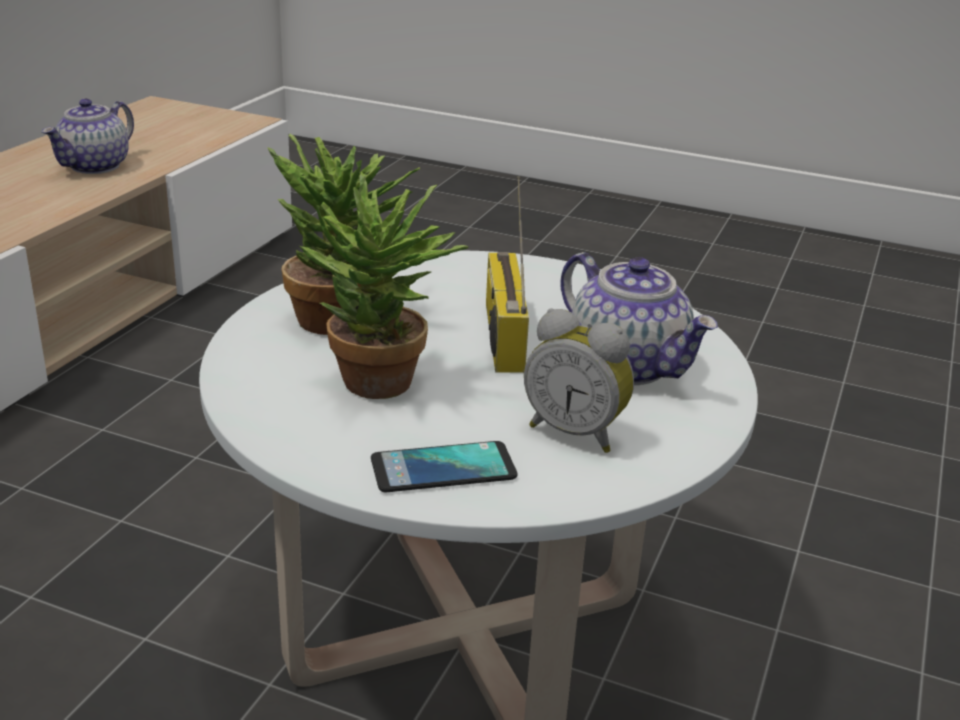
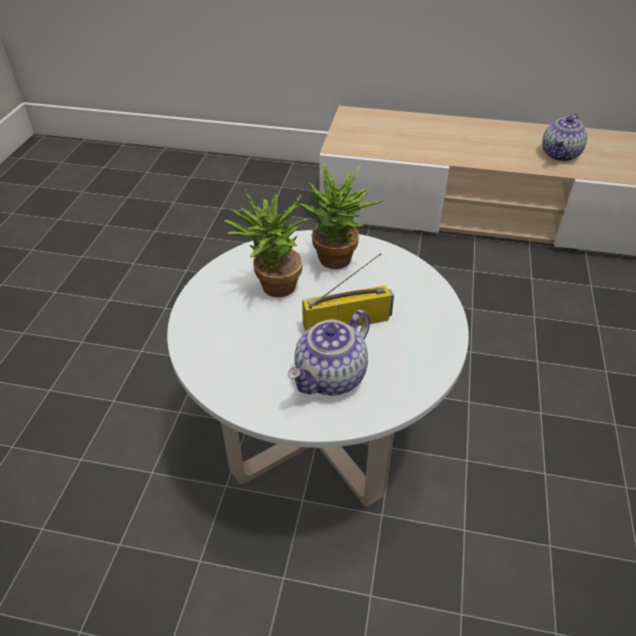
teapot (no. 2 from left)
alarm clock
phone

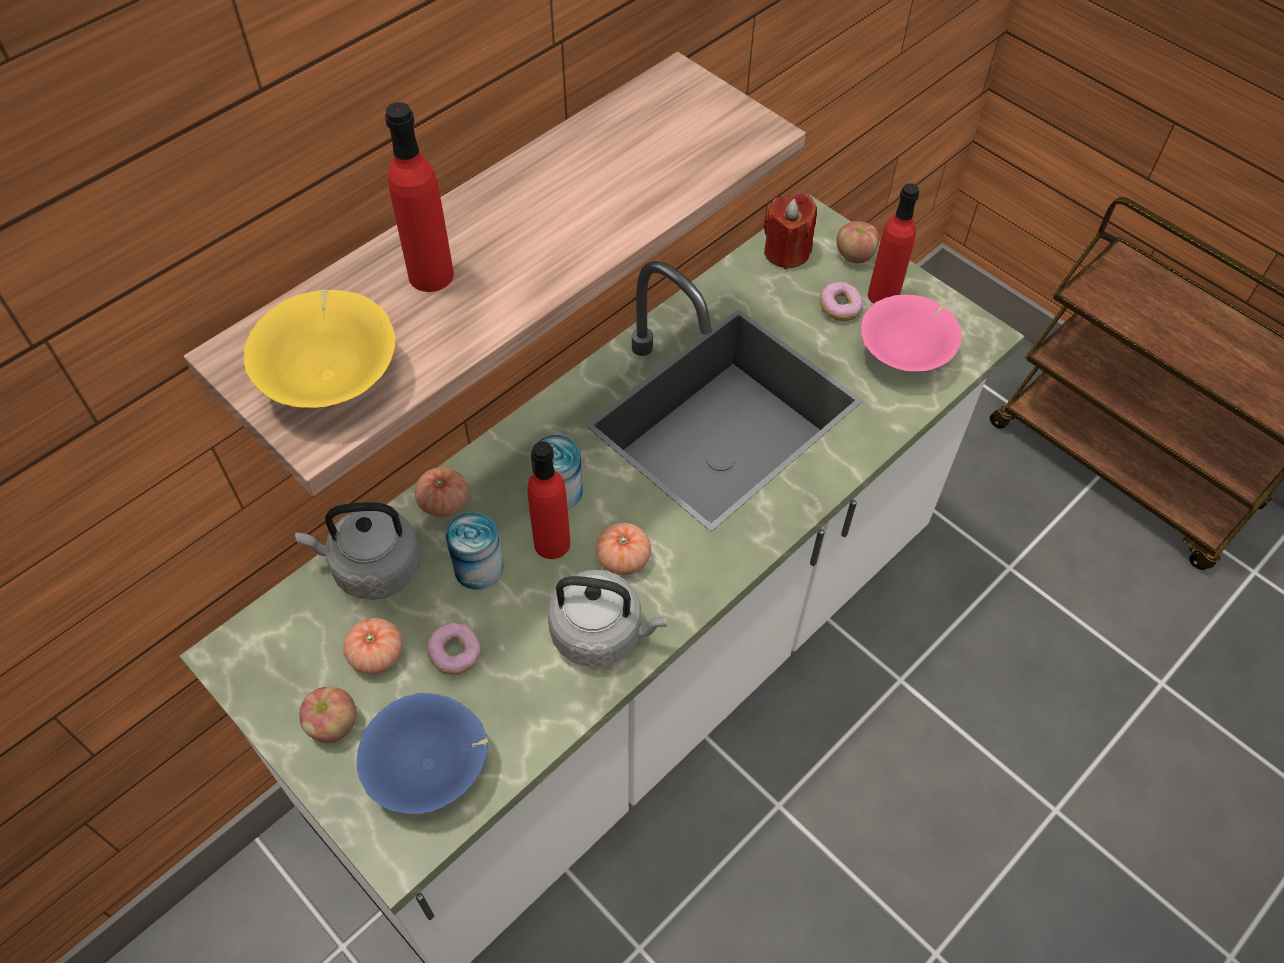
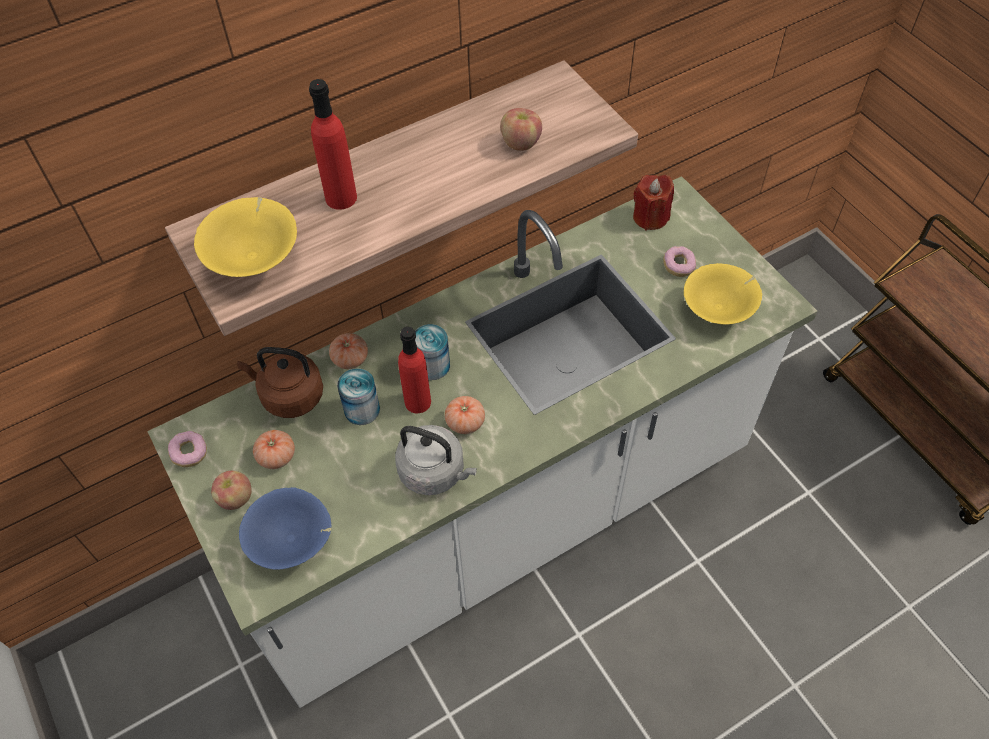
red bottle (no. 3 from left in the first image)
apple (no. 2 from left)
yellow bowl (no. 2 from left)
brown kettle
donut (no. 1 from left)

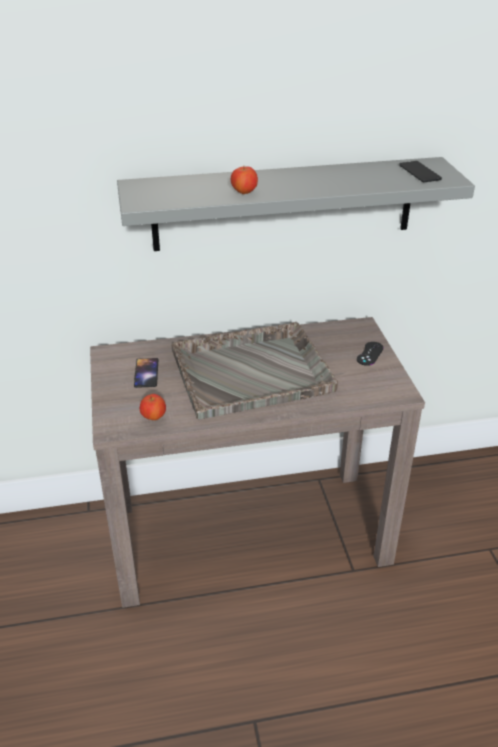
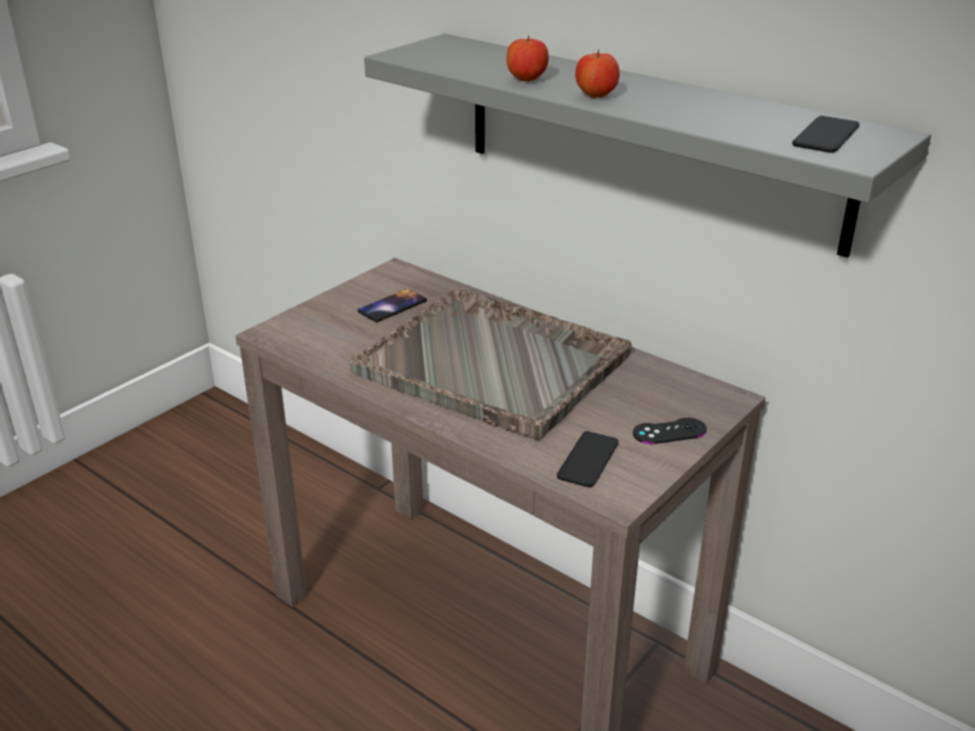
apple (no. 2 from left)
phone (no. 2 from left)

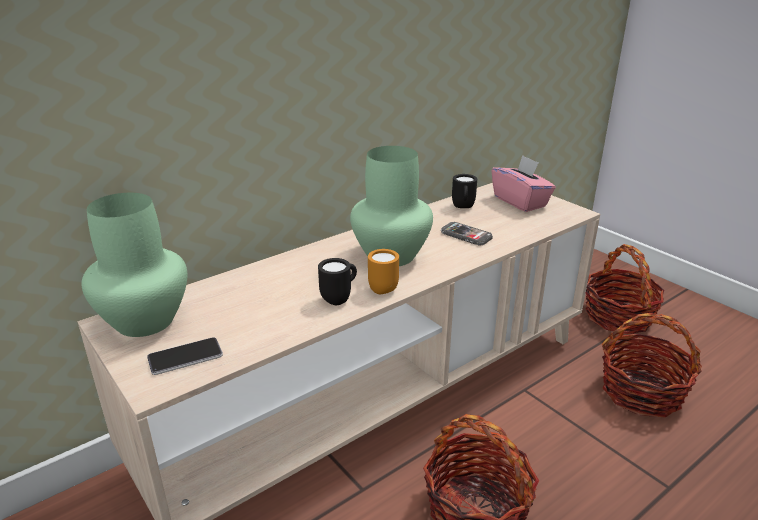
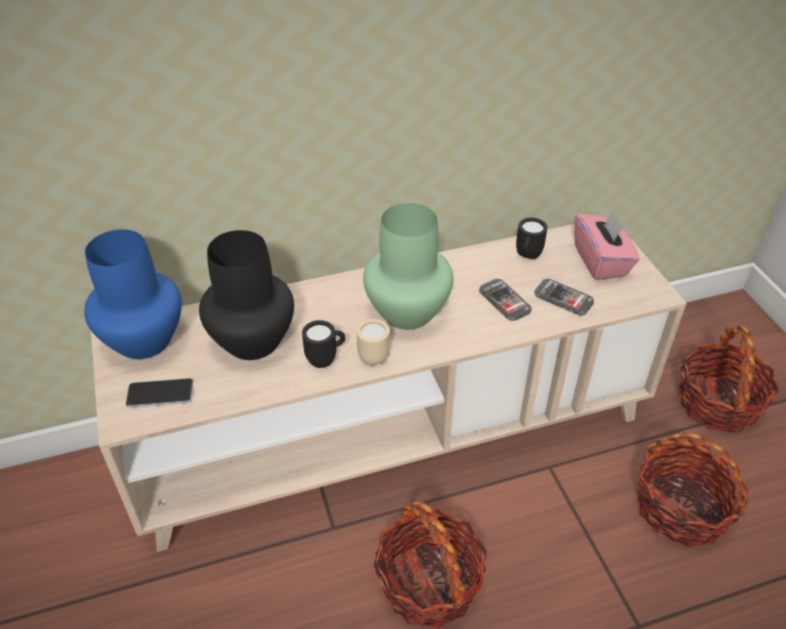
blue vase
beige mug
black vase
phone (no. 3 from left)

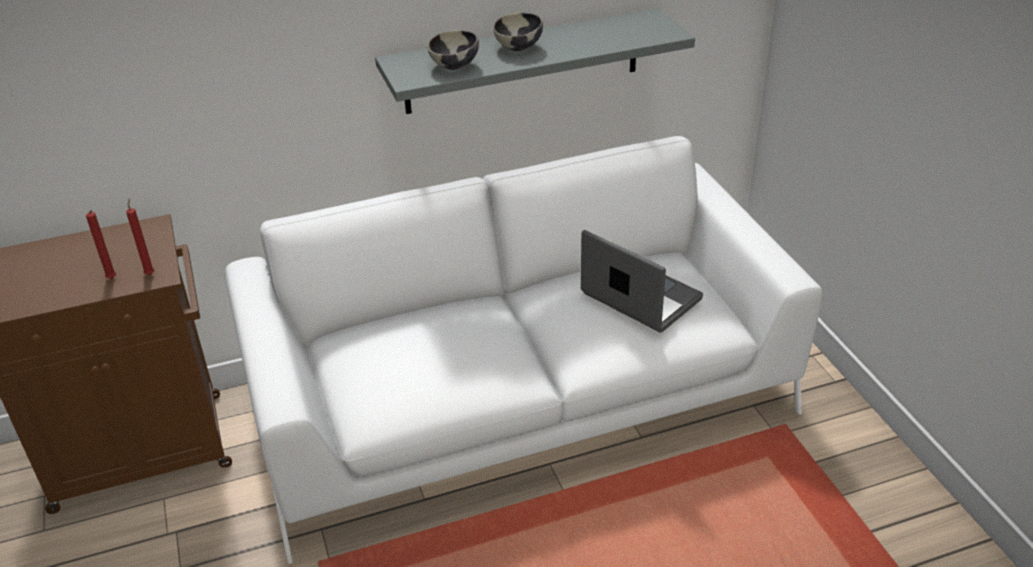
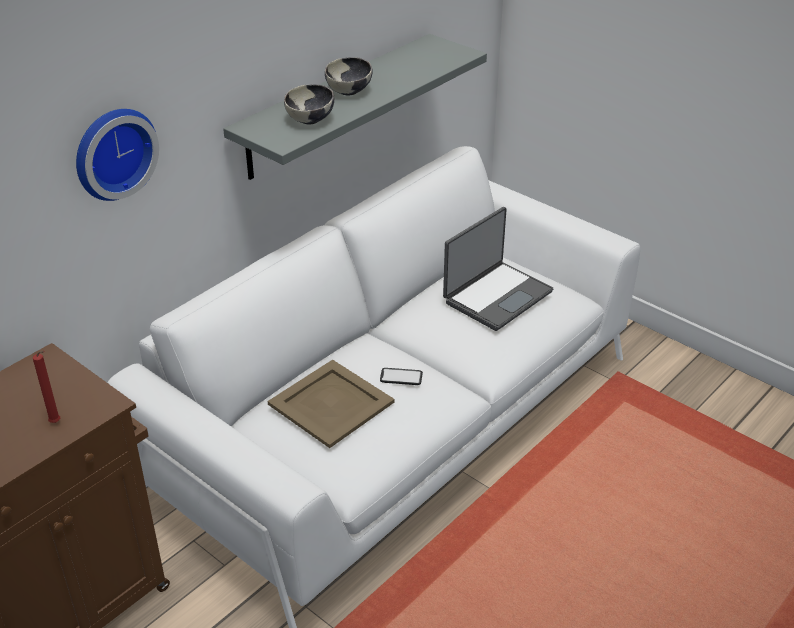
red candle (no. 2 from left in the first image)
laptop
wall clock
beige tray
phone

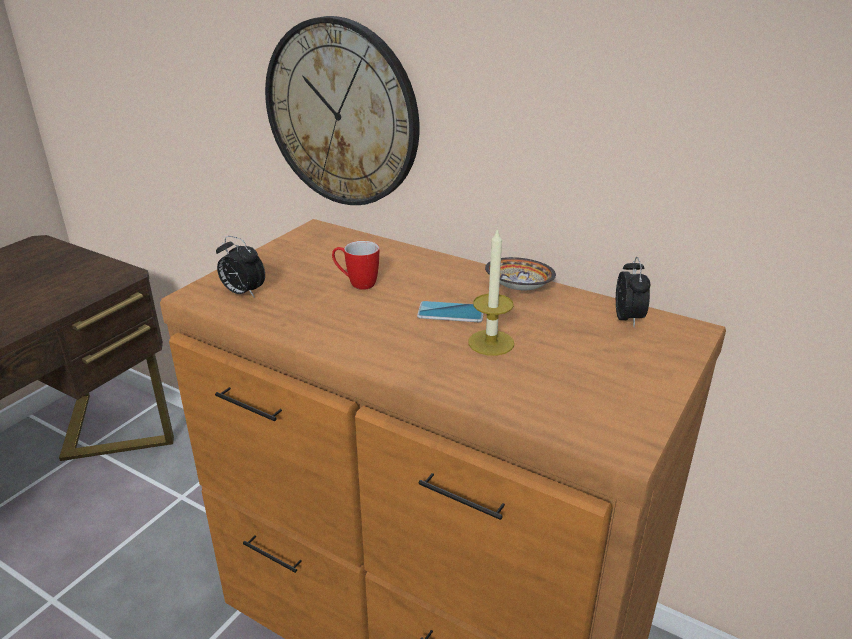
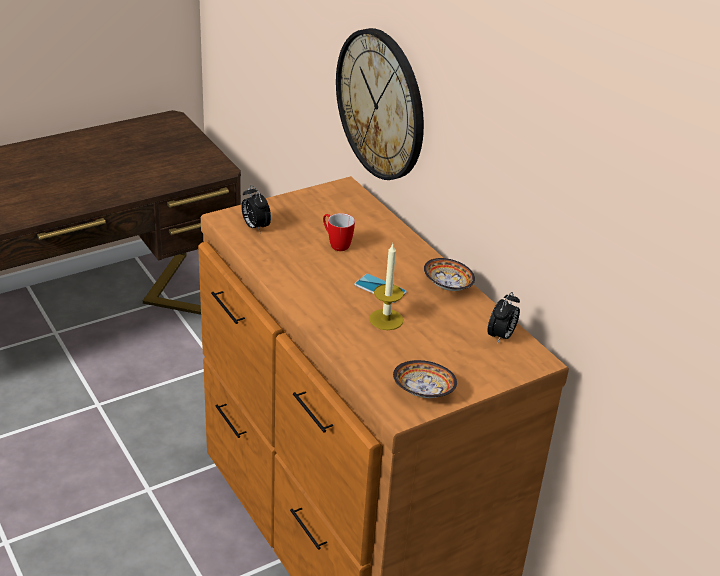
bowl (no. 1 from left)

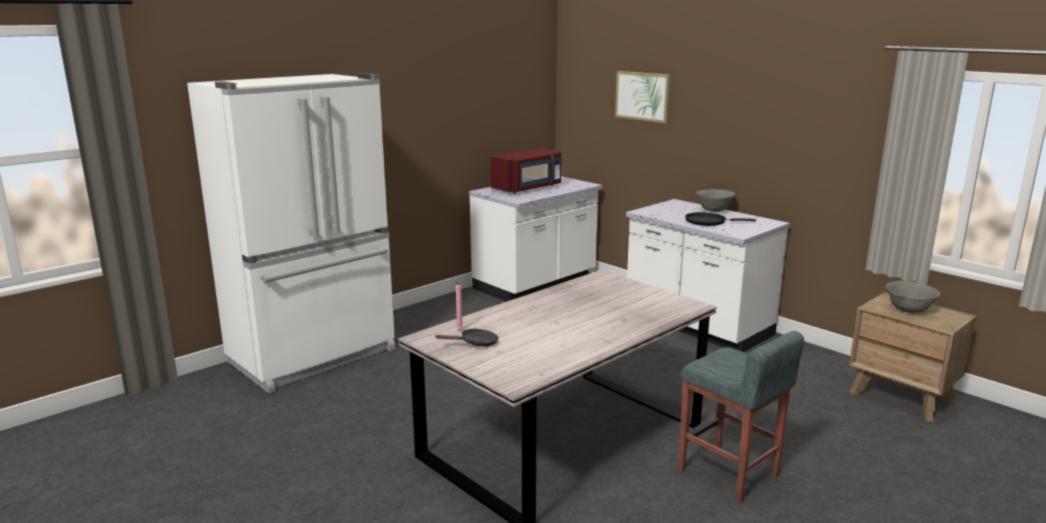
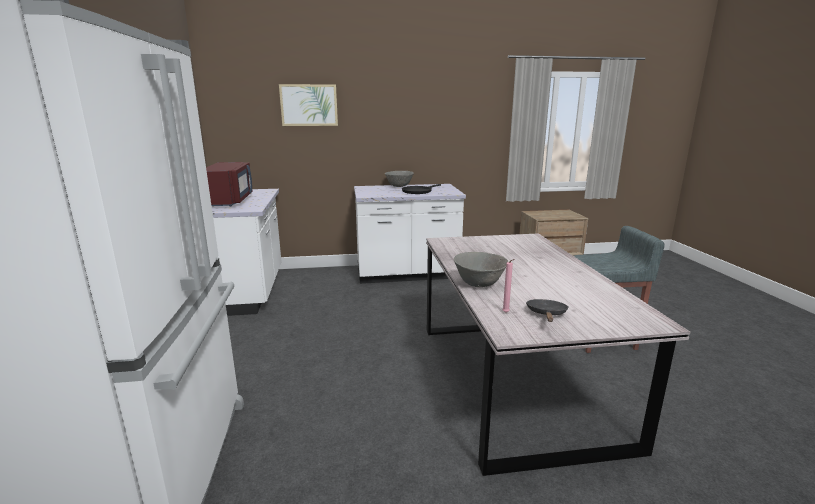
grey bowl (no. 2 from left)

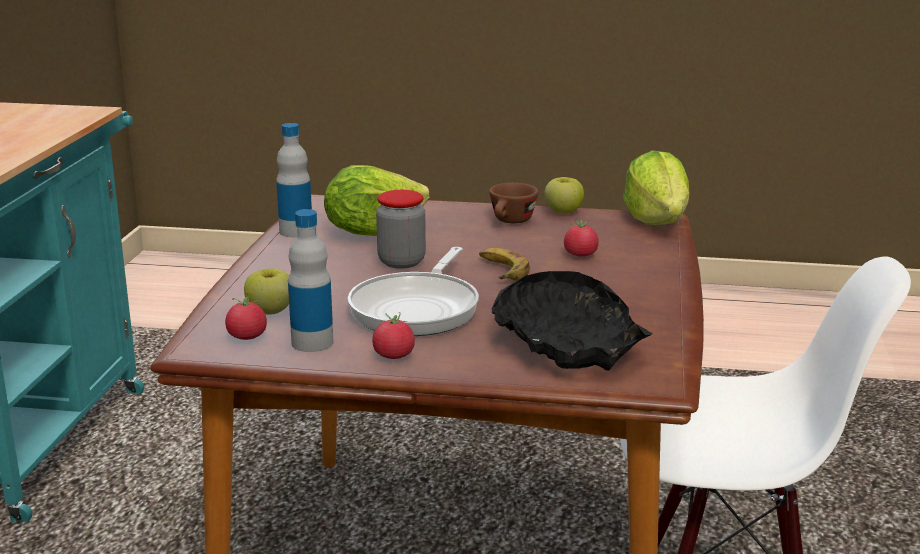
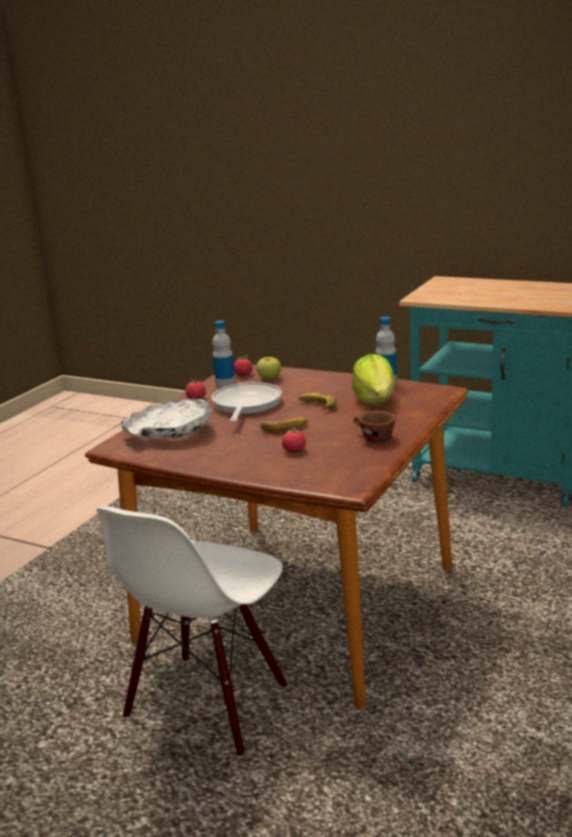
lettuce (no. 2 from left in the first image)
apple (no. 2 from left in the first image)
banana (no. 2 from left)
frying pan
white bowl

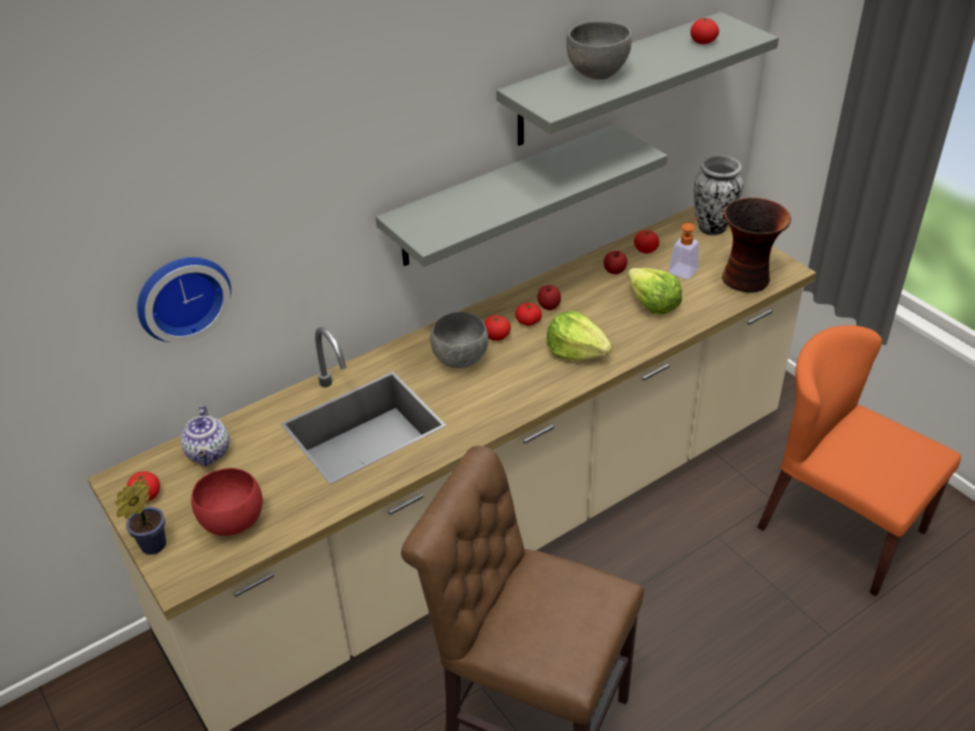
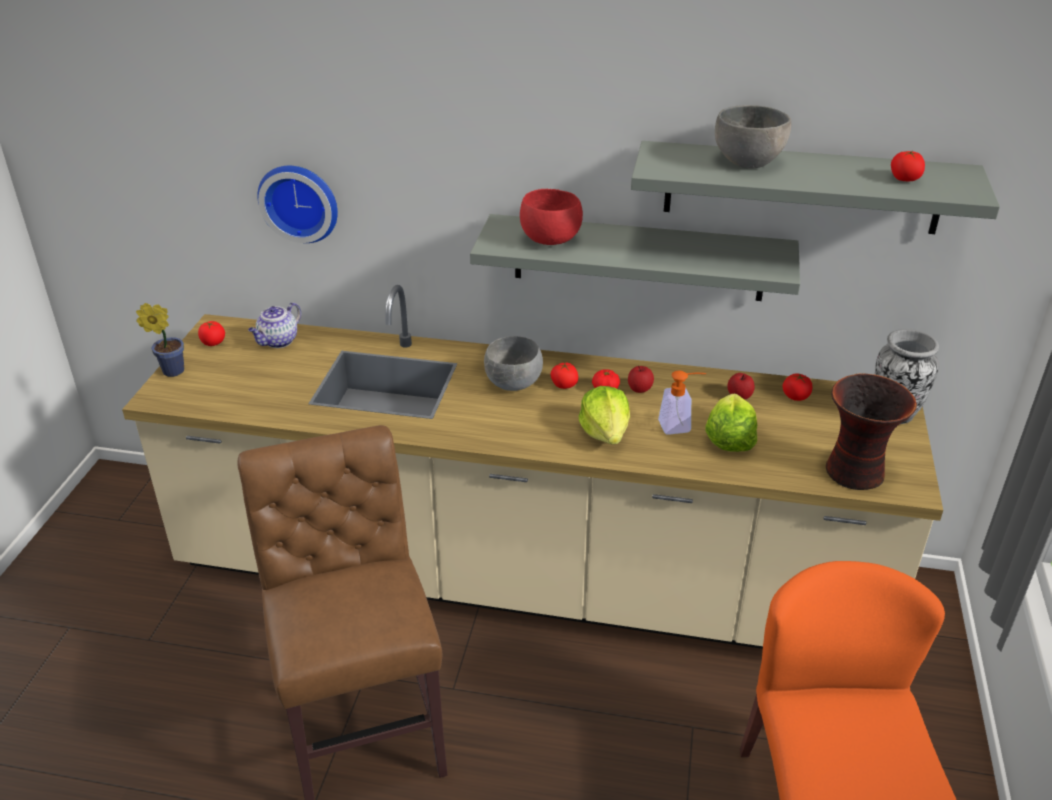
soap dispenser
red bowl

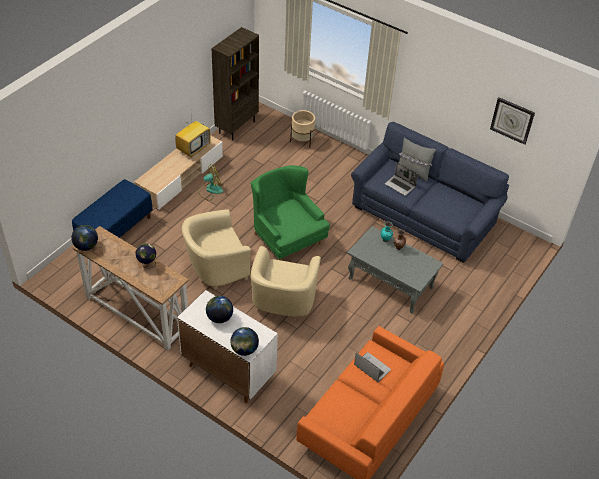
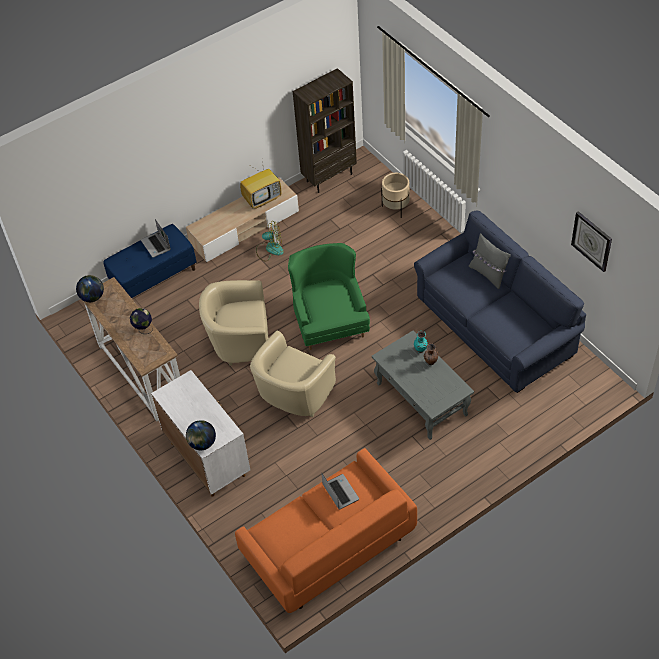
laptop (no. 1 from left)
globe (no. 3 from left in the first image)

